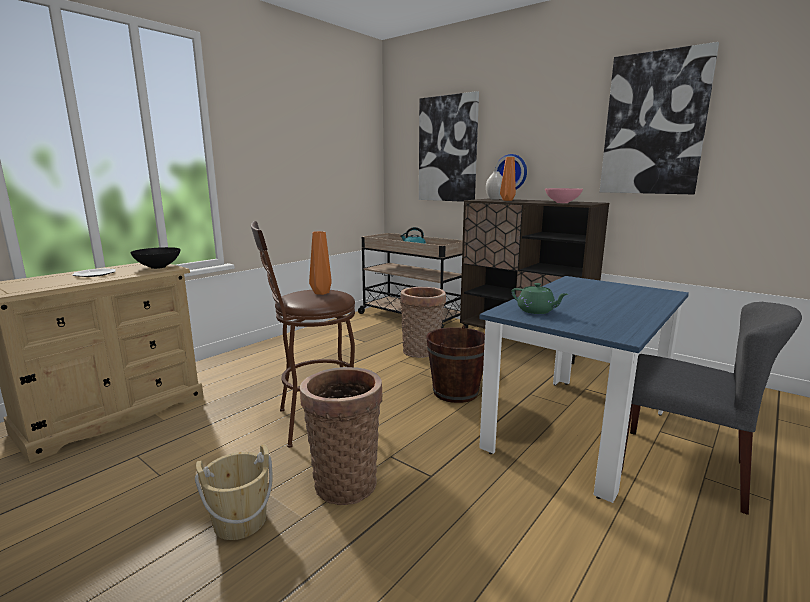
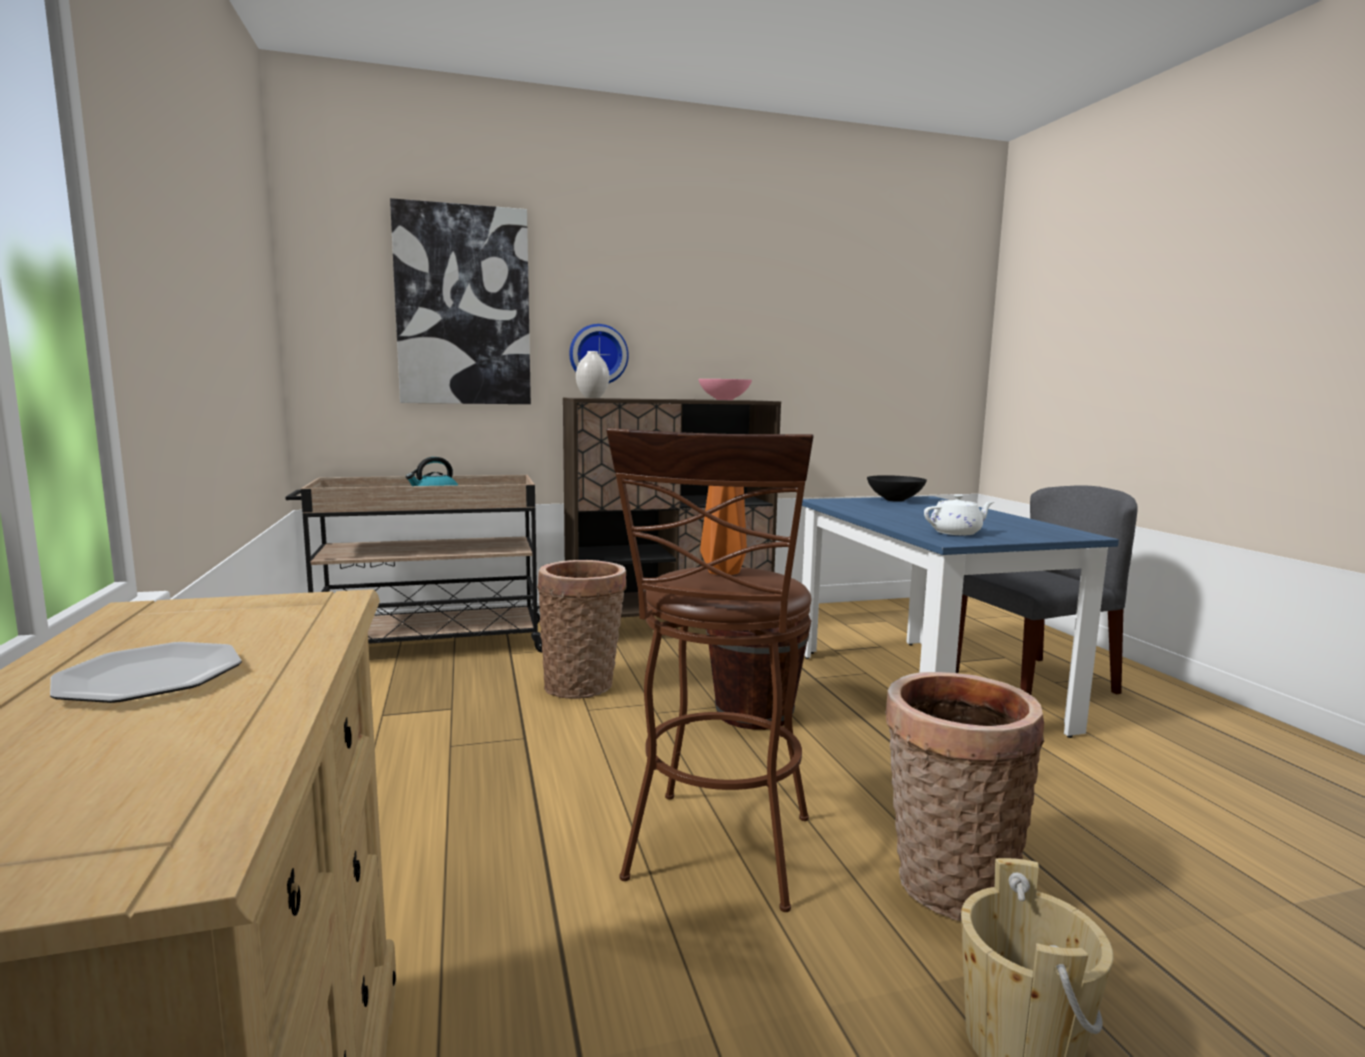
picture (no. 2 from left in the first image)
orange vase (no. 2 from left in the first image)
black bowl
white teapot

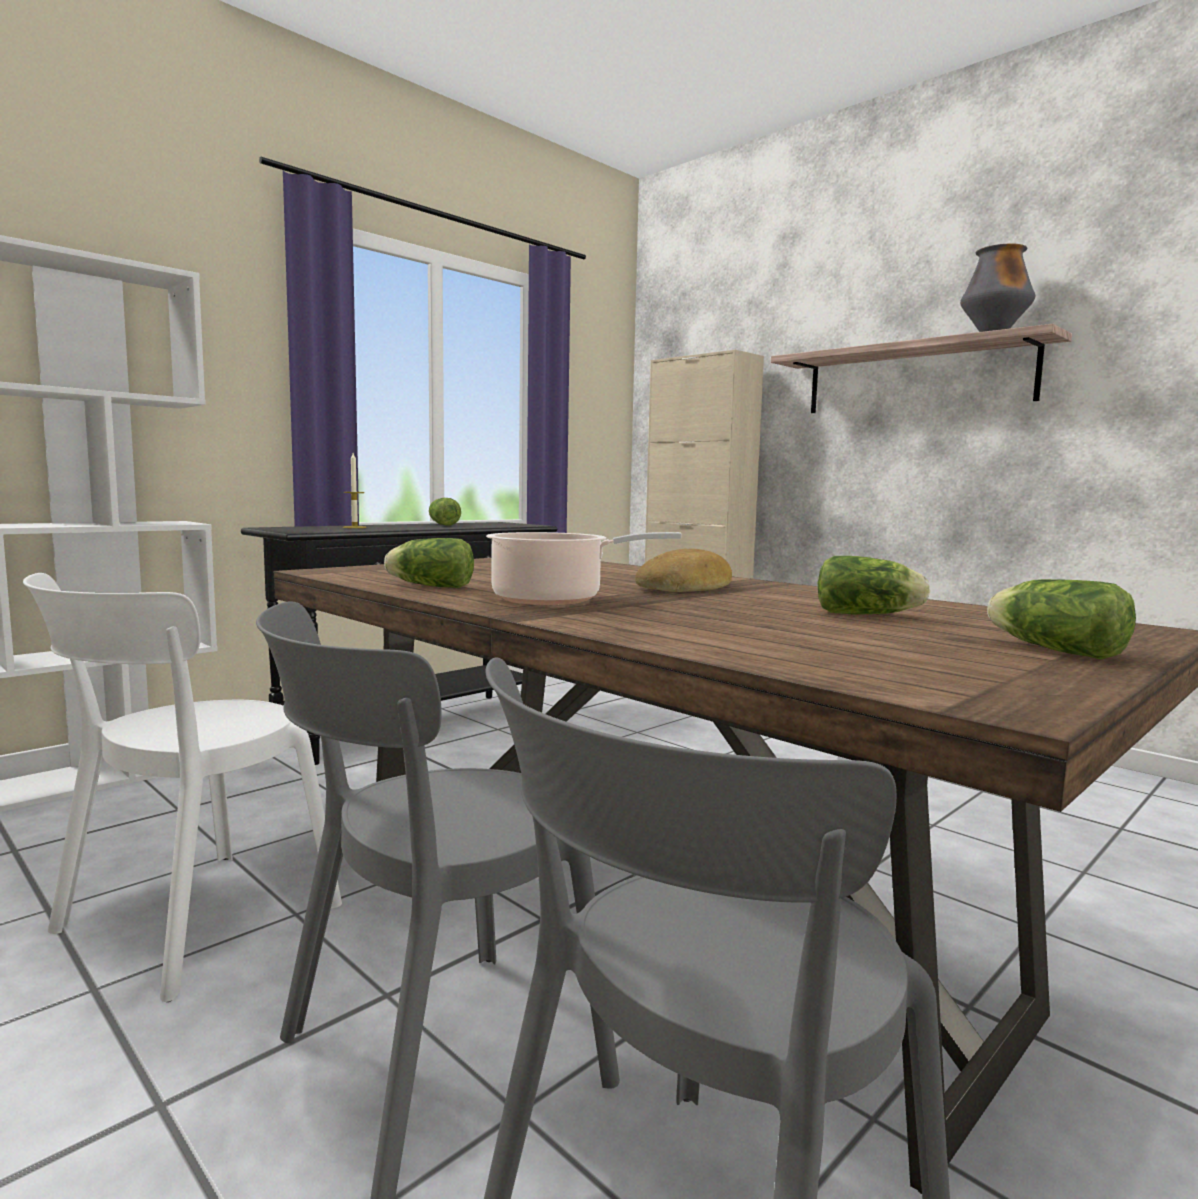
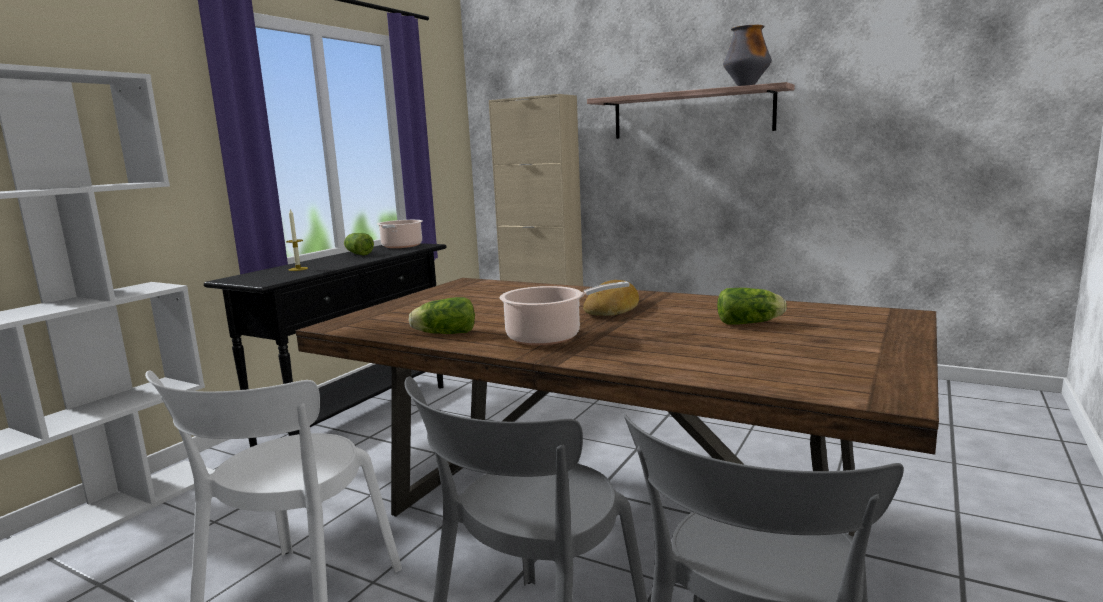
lettuce (no. 4 from left in the first image)
cooking pot (no. 1 from left)

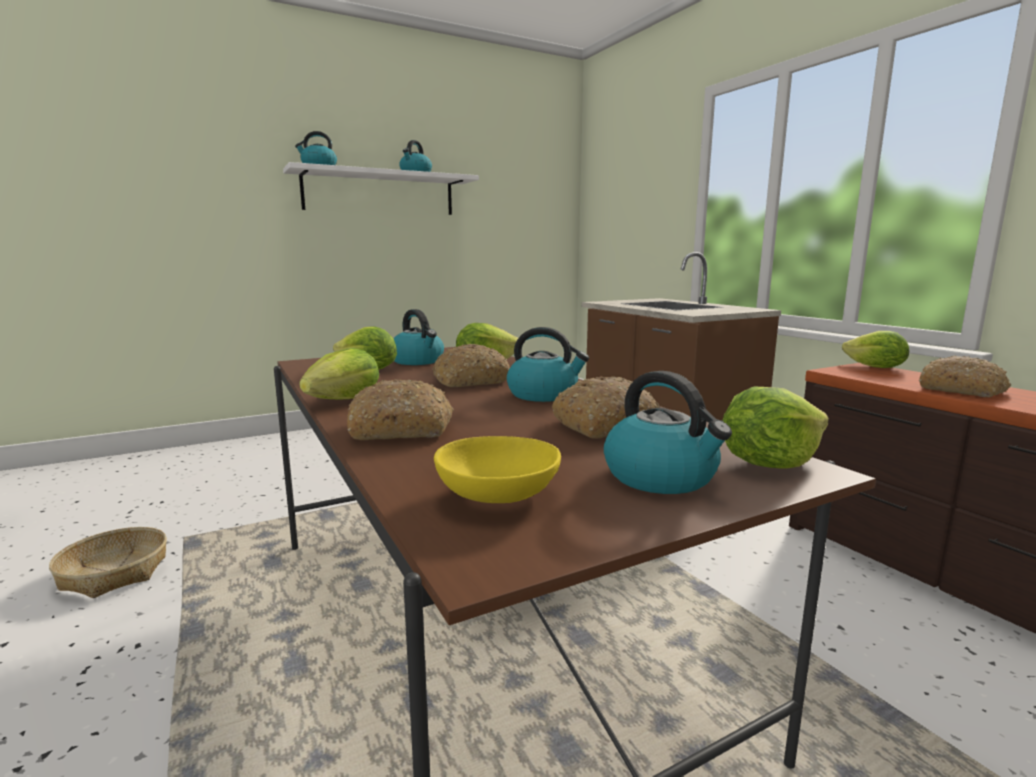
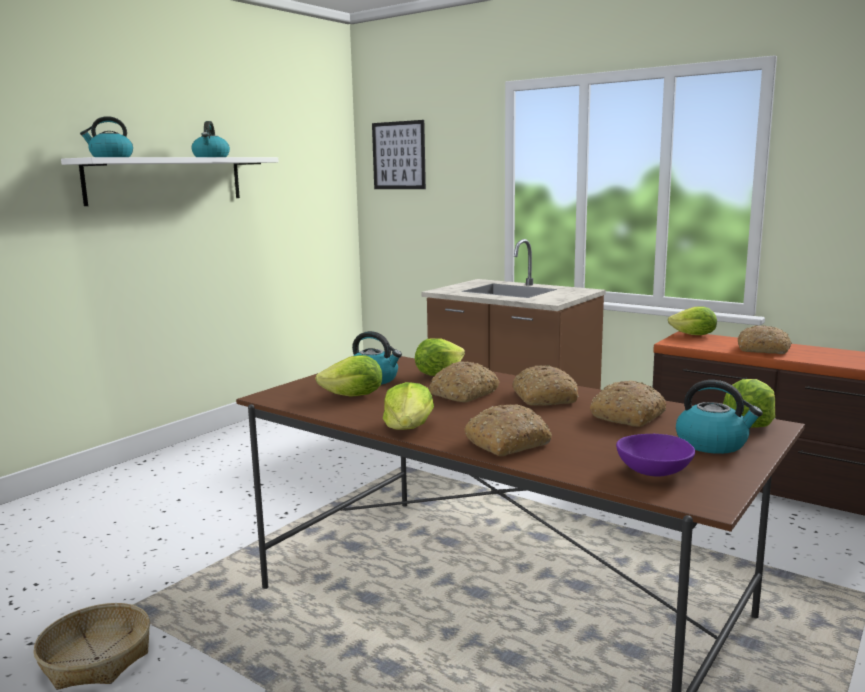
bread (no. 3 from left)
purple bowl
picture

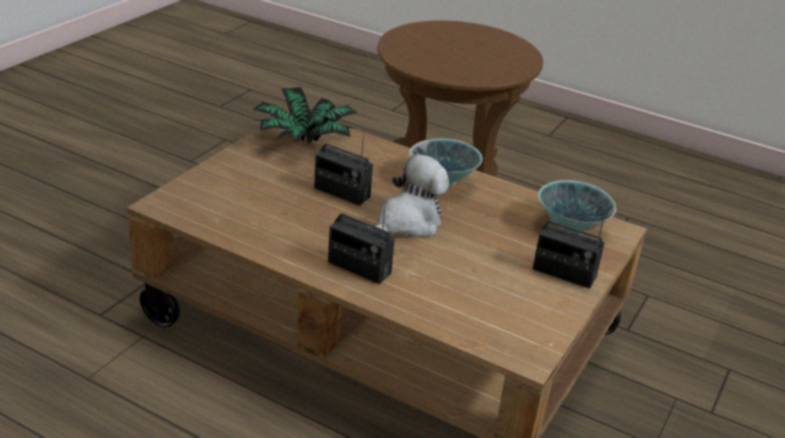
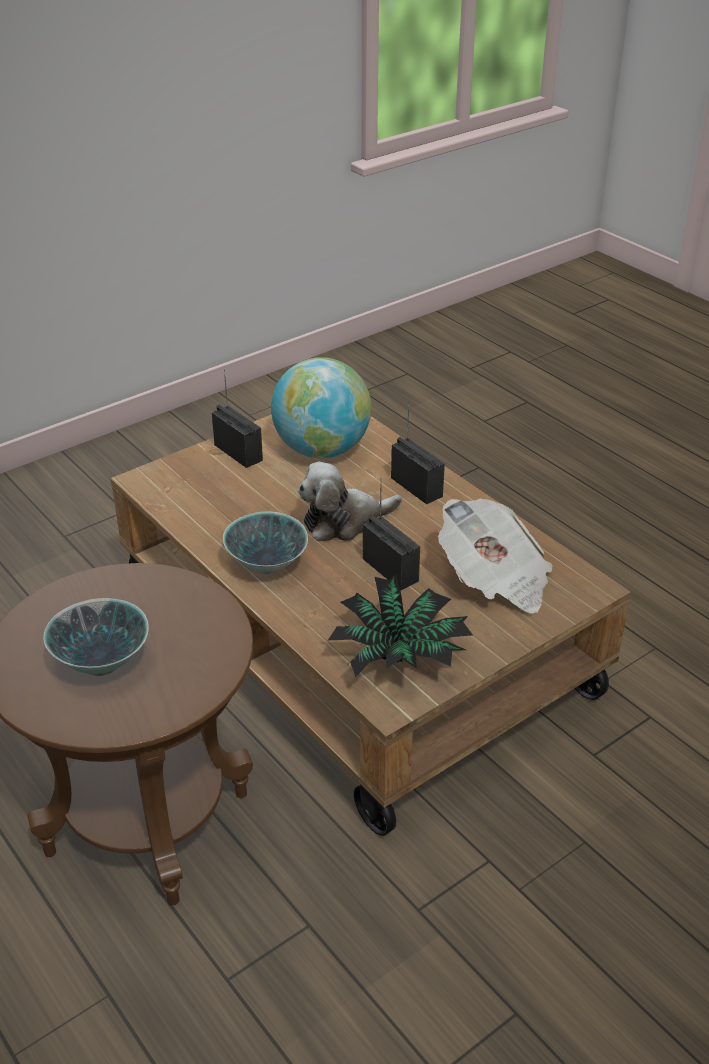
bowl (no. 1 from left)
globe
newspaper

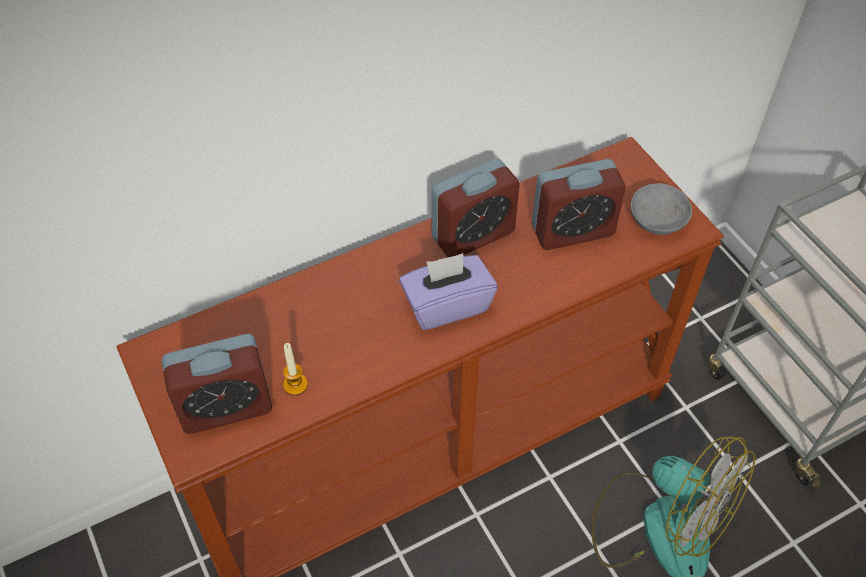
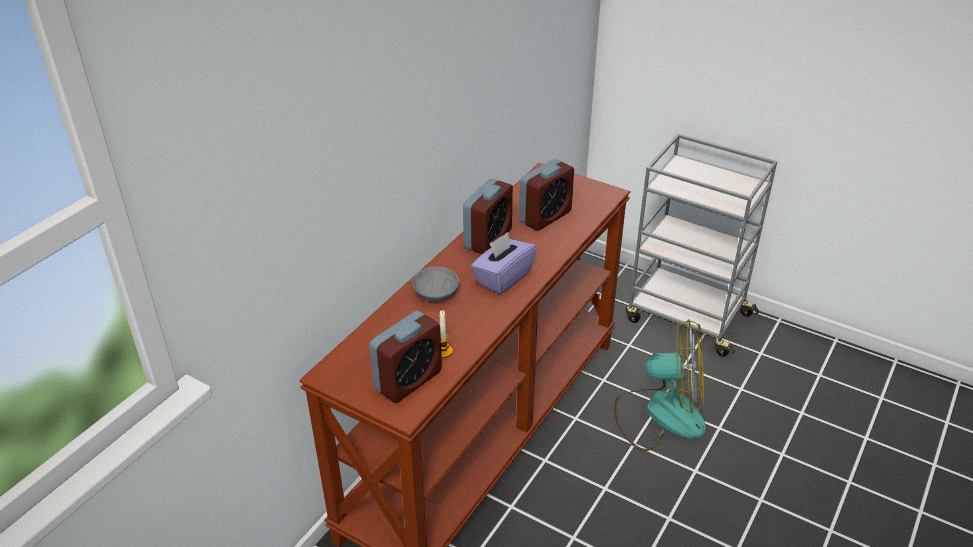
grey bowl

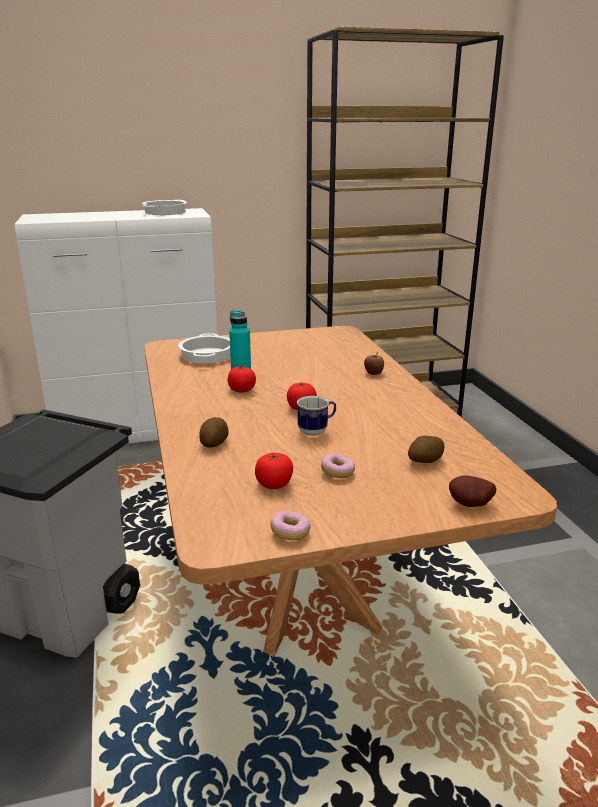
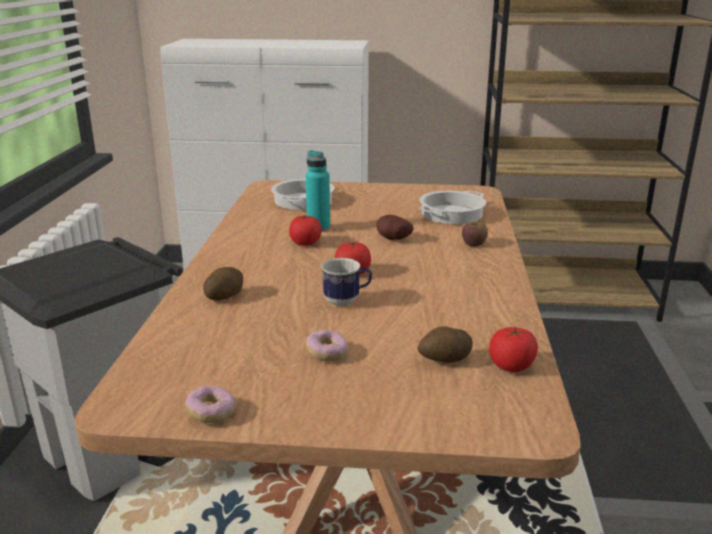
cooking pot (no. 2 from left)
tomato (no. 3 from left)
potato (no. 2 from left)

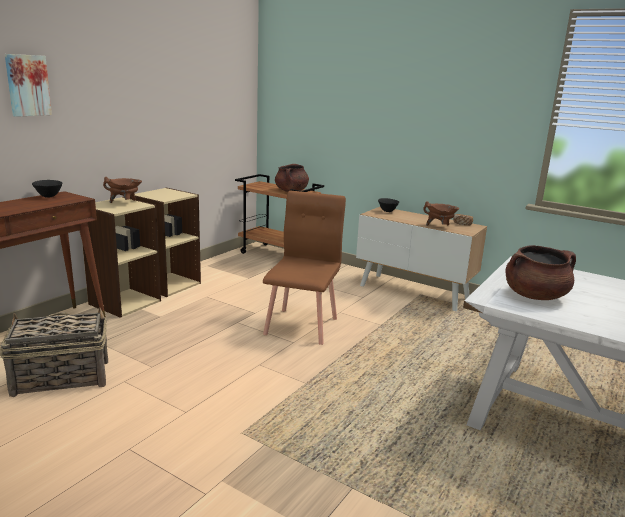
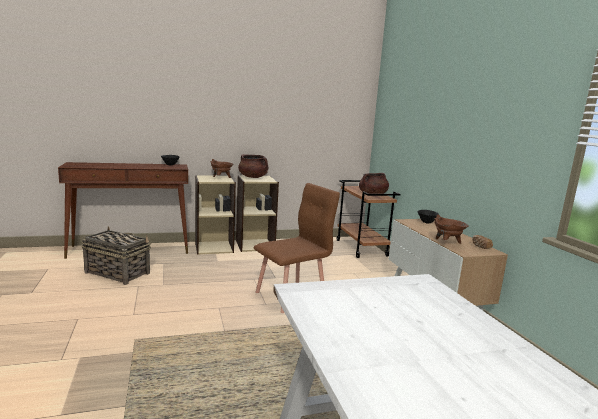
picture
brown cooking pot (no. 2 from left)

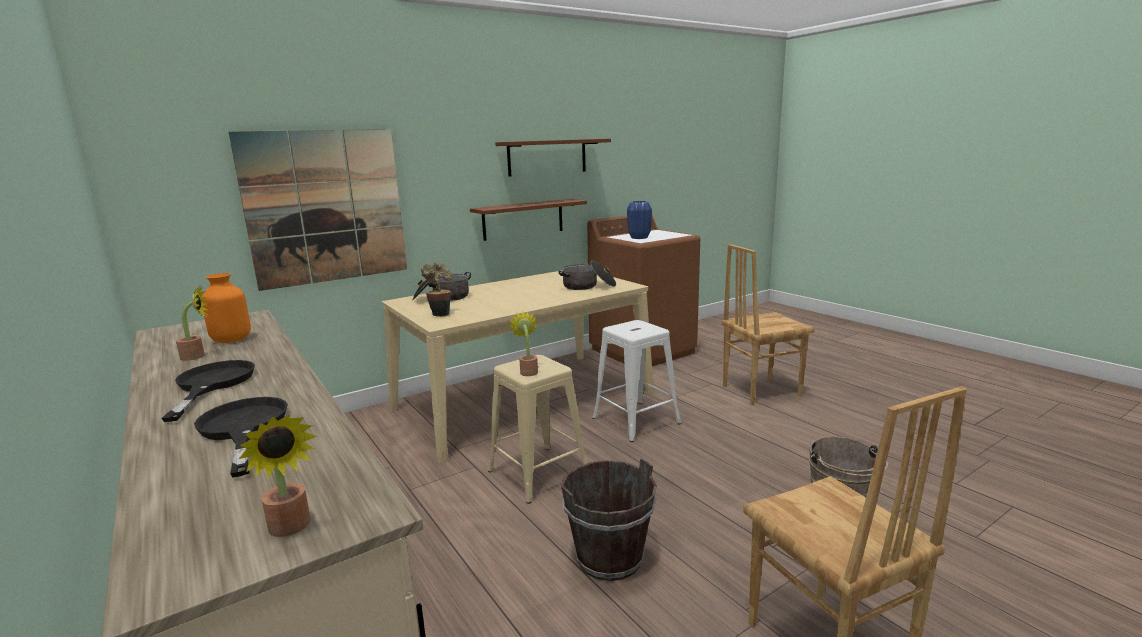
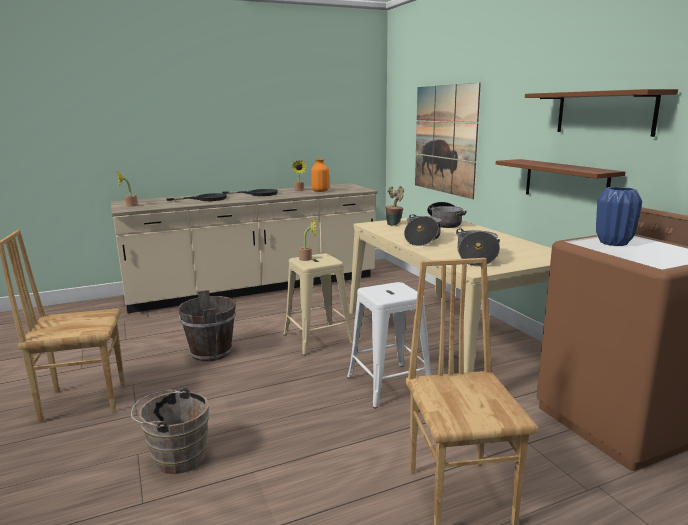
cooking pot (no. 1 from left)

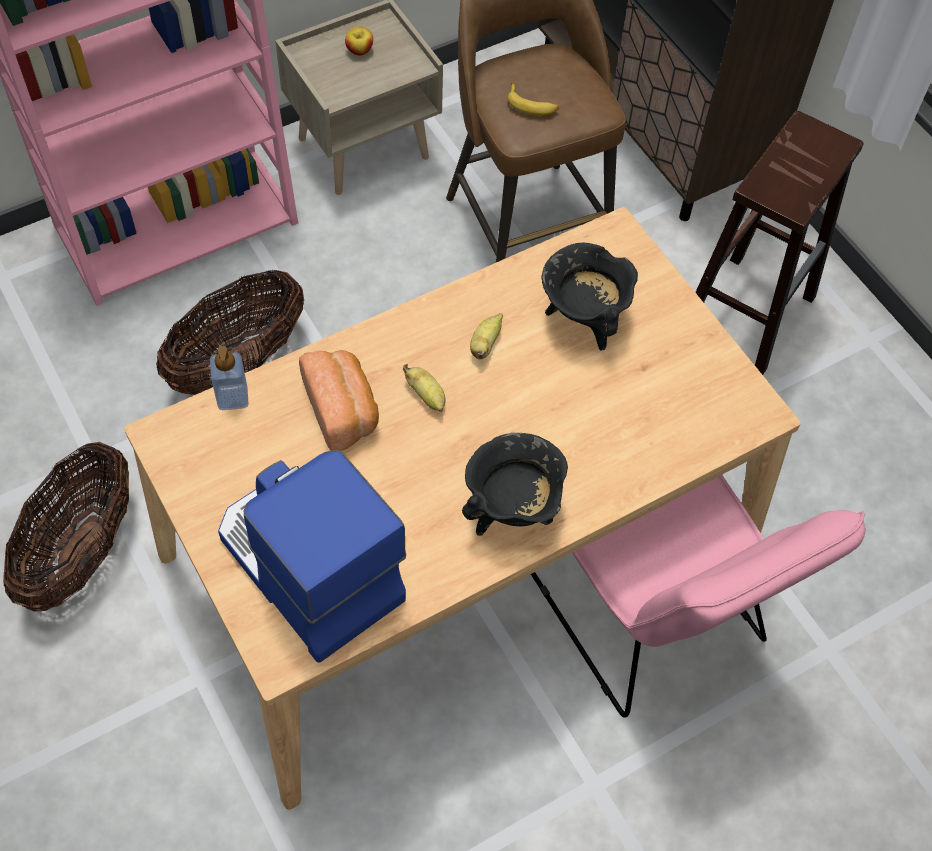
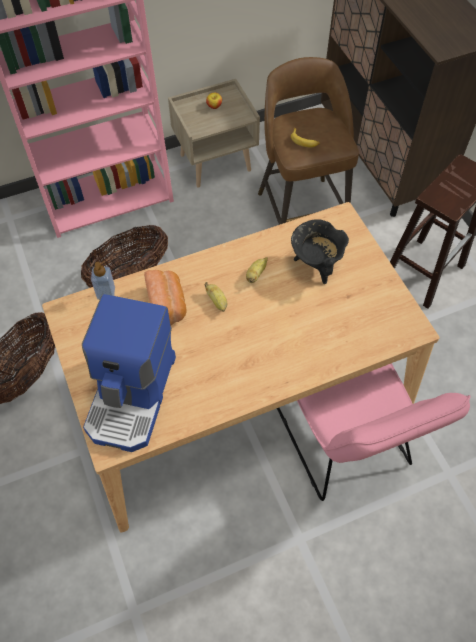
black cooking pot (no. 1 from left in the first image)
coffee machine

